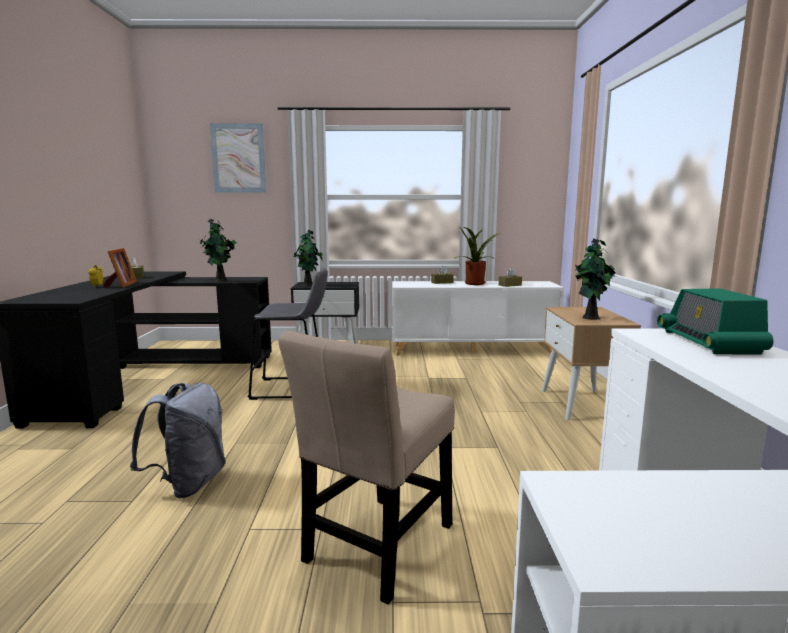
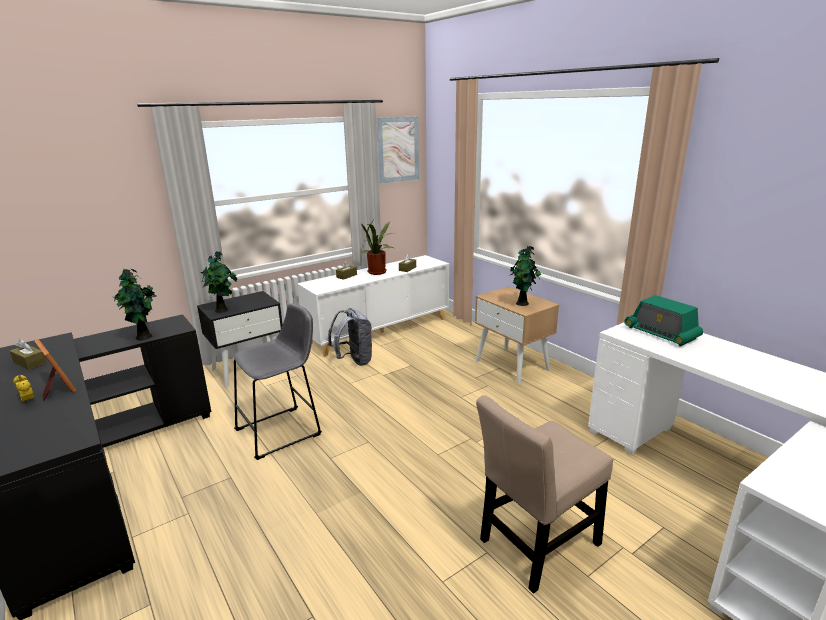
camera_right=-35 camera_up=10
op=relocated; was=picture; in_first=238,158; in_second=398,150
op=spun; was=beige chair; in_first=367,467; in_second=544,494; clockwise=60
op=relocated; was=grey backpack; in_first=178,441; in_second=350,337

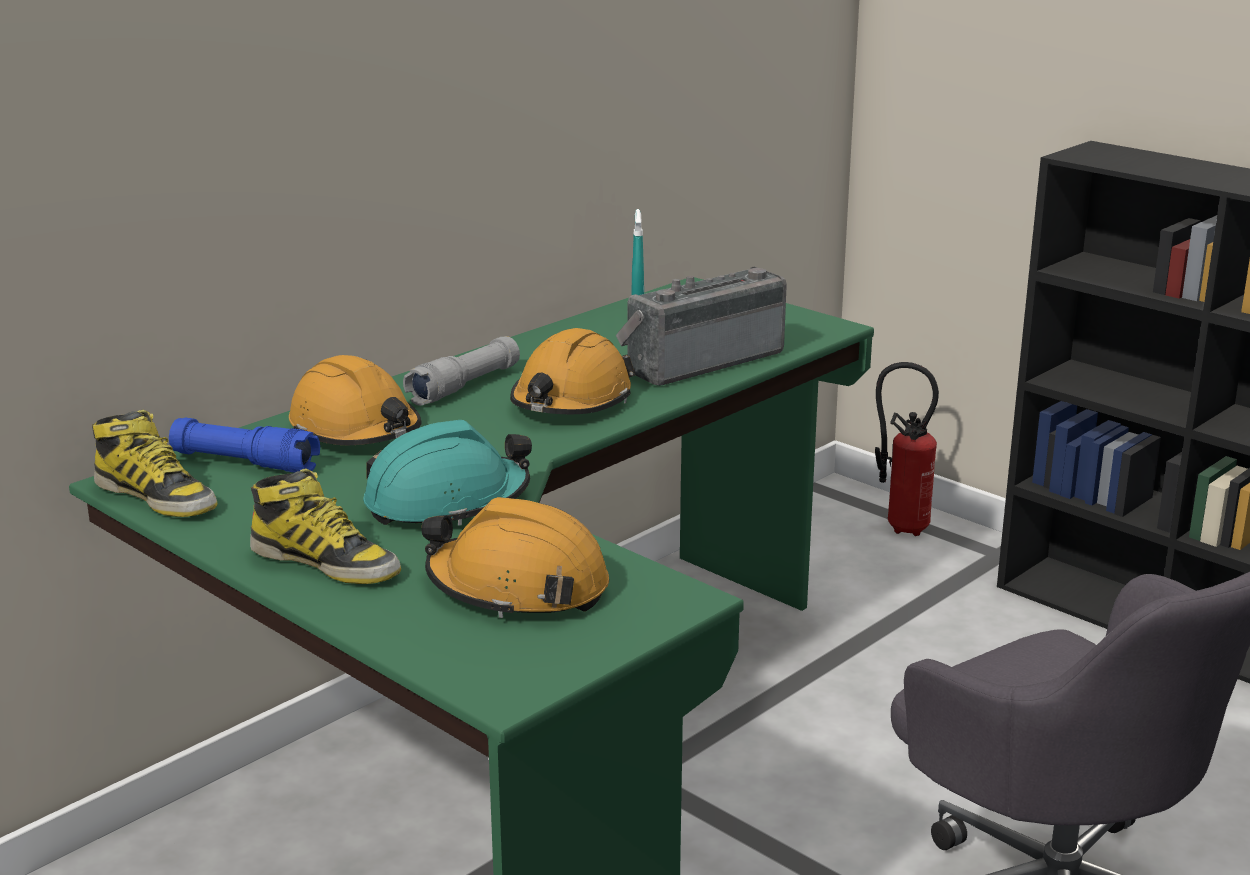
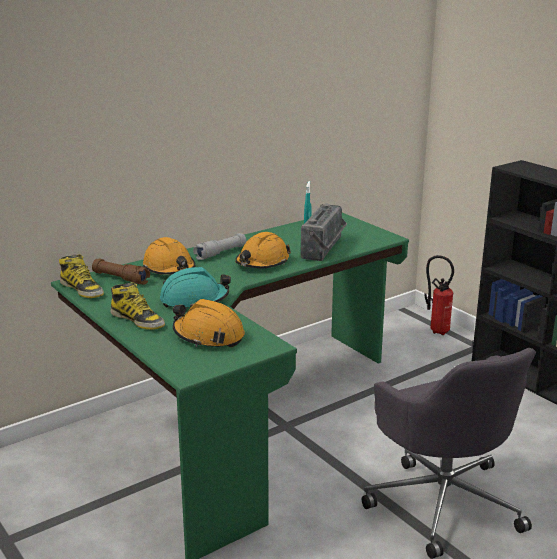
camera_right=10 camera_up=0
op=spun; was=radio; in_first=701,326; in_second=324,232; clockwise=135
op=colour; was=blue flashlight; now=brown flashlight; in_first=244,445; in_second=121,272

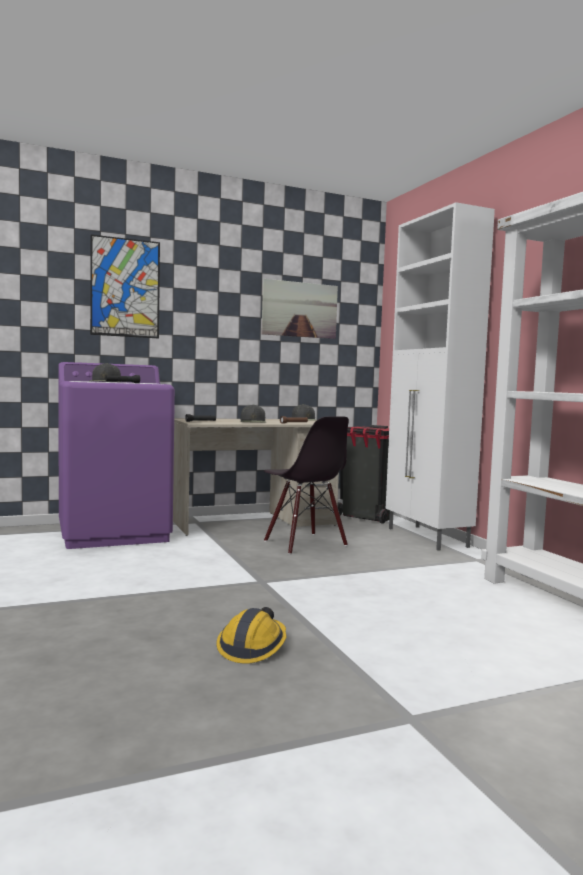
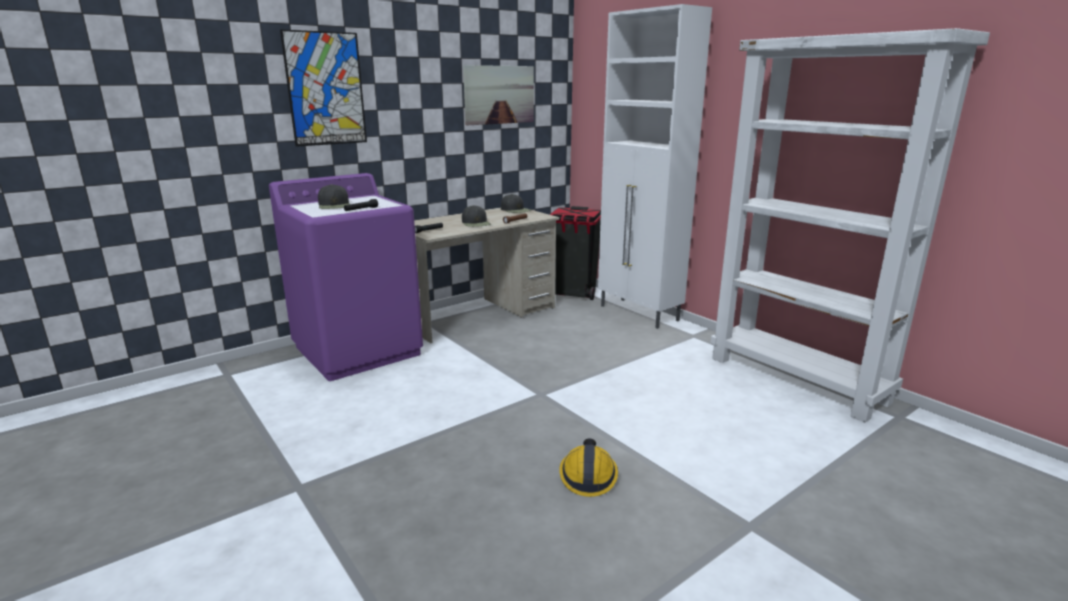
camera_right=-15 camera_up=15
op=missing; was=black chair; in_first=306,485

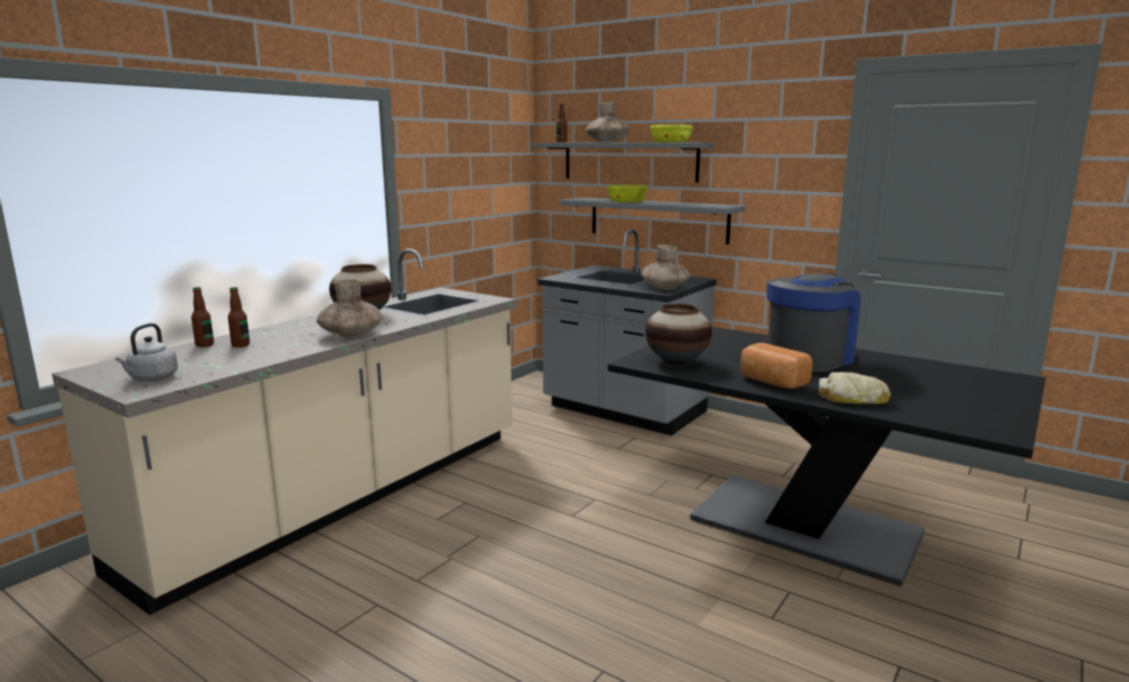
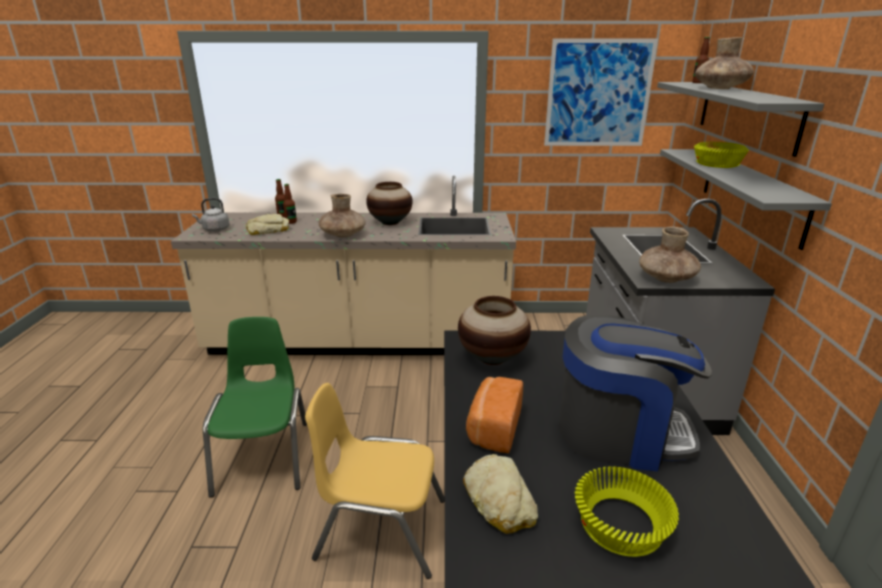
camera_right=55 camera_up=10
op=relocated; was=yellow bowl; in_first=672,133; in_second=627,511
op=appeared; now=picture; in_second=601,92
op=appeared; now=bread; in_second=267,224
op=appeared; now=green chair; in_second=255,407
op=appeared; now=yellow chair; in_second=375,481

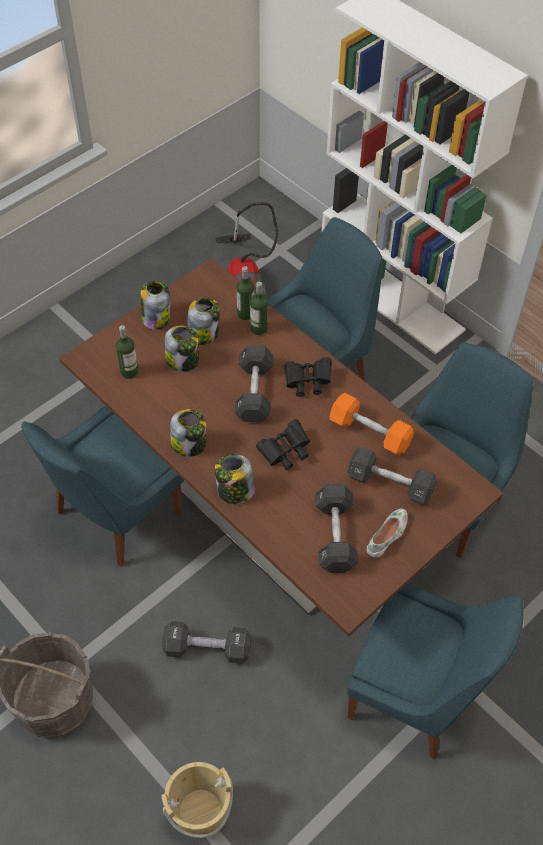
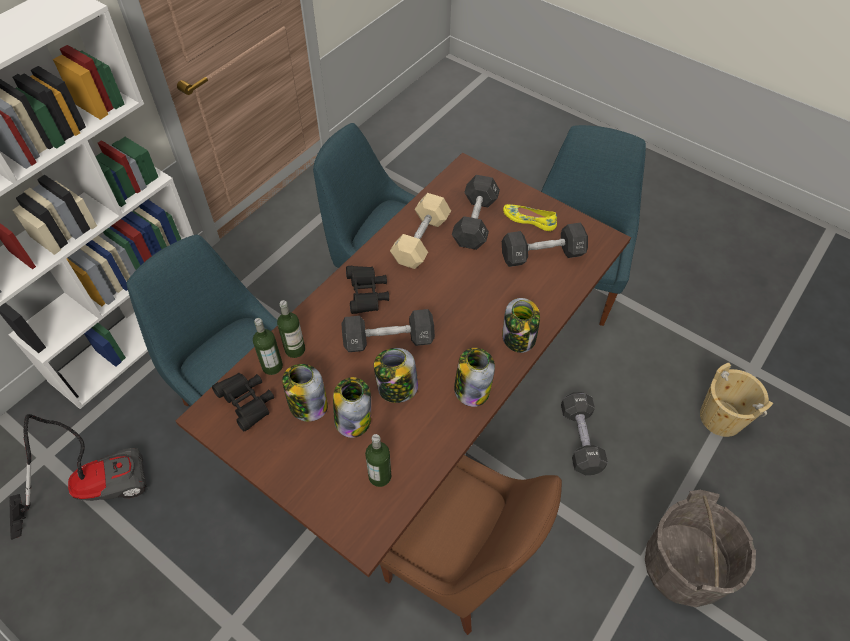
camera_right=-100 camera_up=0
op=relocated; was=jar; in_first=155,305; in_second=396,375
op=colour; was=orange dumbbell; now=beige dumbbell; in_first=372,424; in_second=420,231
op=colour; was=blue chair; now=brown chair; in_first=102,486; in_second=470,545
op=relocated; was=black binoculars; in_first=283,444; in_second=243,402
op=colour; was=white shoe; now=yellow shoe; in_first=387,533; in_second=530,217

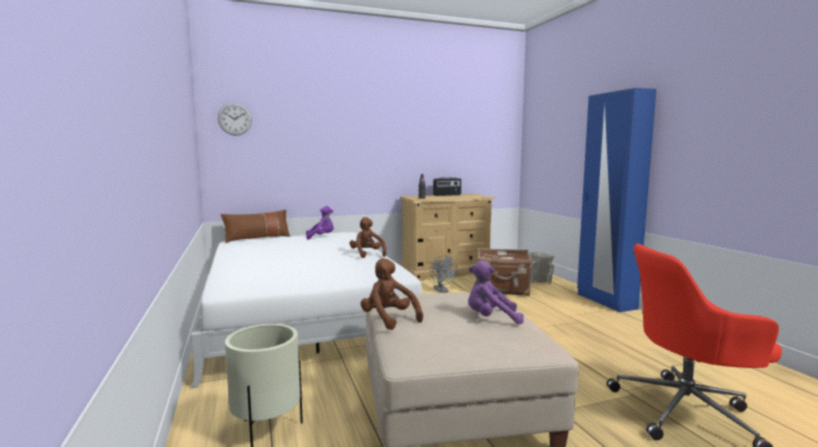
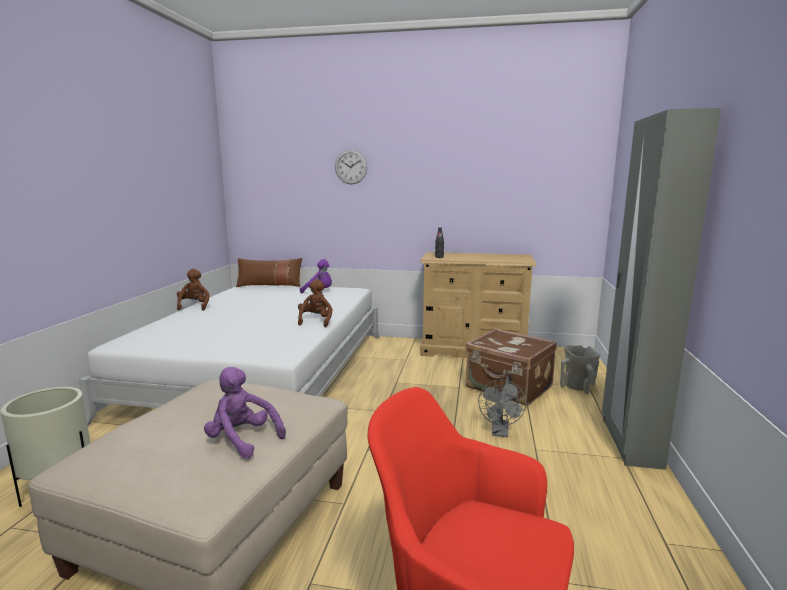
camera_right=30 camera_up=5
op=colour; was=blue wardrobe; now=grey wardrobe; in_first=616,200; in_second=661,289
op=relocated; was=wall clock; in_first=235,119; in_second=351,167
op=missing; was=radio; in_first=447,186
op=relocated; was=grey fan; in_first=443,274; in_second=502,408
op=relocated; was=brown plush toy; in_first=392,294; in_second=193,290

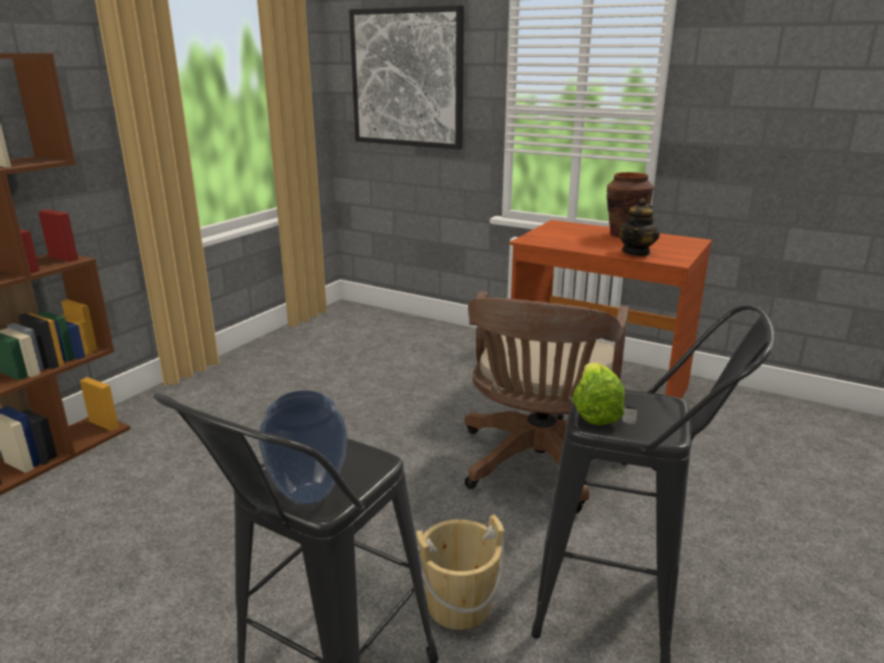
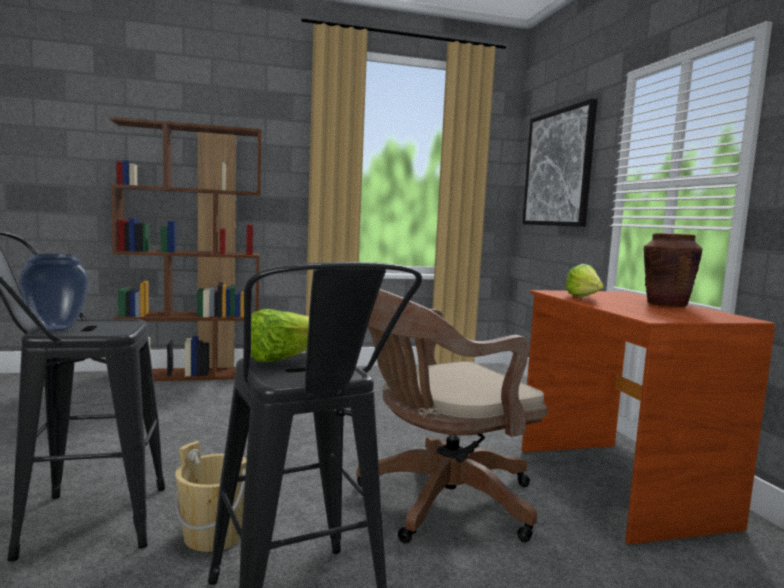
camera_right=45 camera_up=-15
op=missing; was=teapot; in_first=639,227
op=appeared; now=lettuce; in_second=584,280

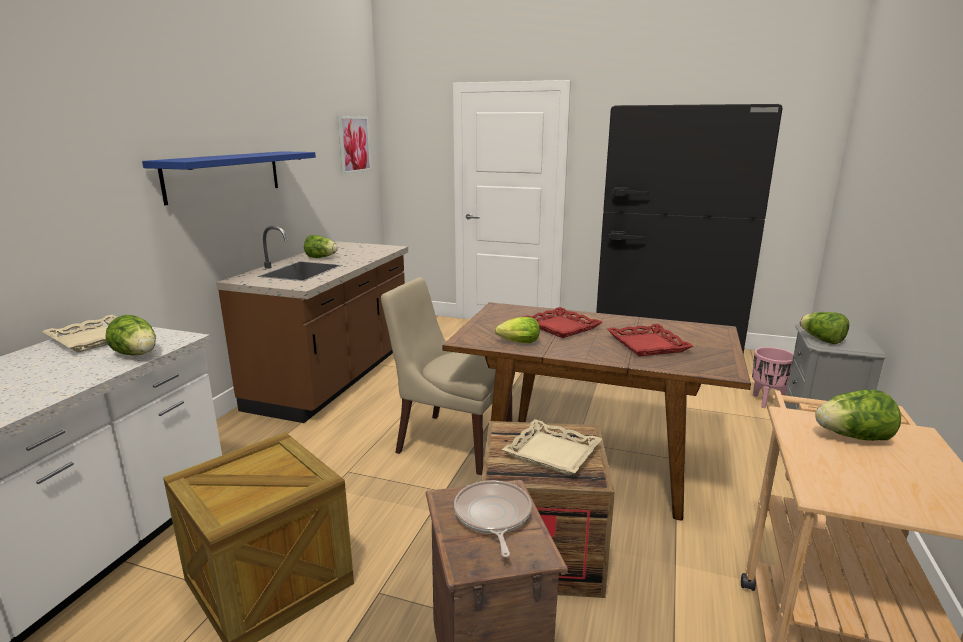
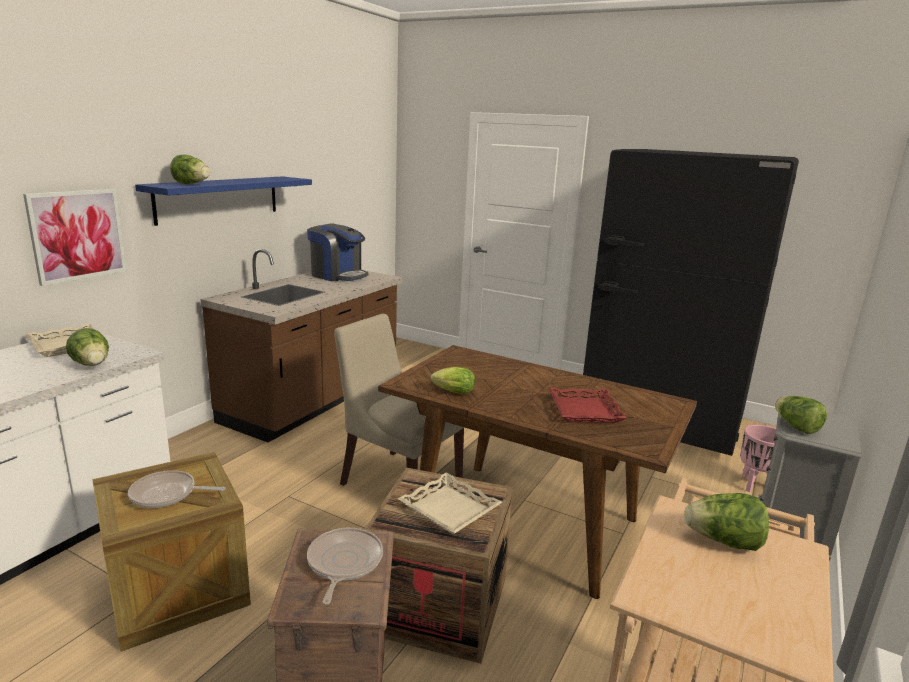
camera_right=10 camera_up=0
op=relocated; was=picture; in_first=354,145; in_second=74,237
op=relocated; was=lettuce; in_first=321,246; in_second=190,169
op=missing; was=red tray; in_first=562,322
op=appeared; now=coffee machine; in_second=338,252
op=appeared; now=frying pan; in_second=177,489

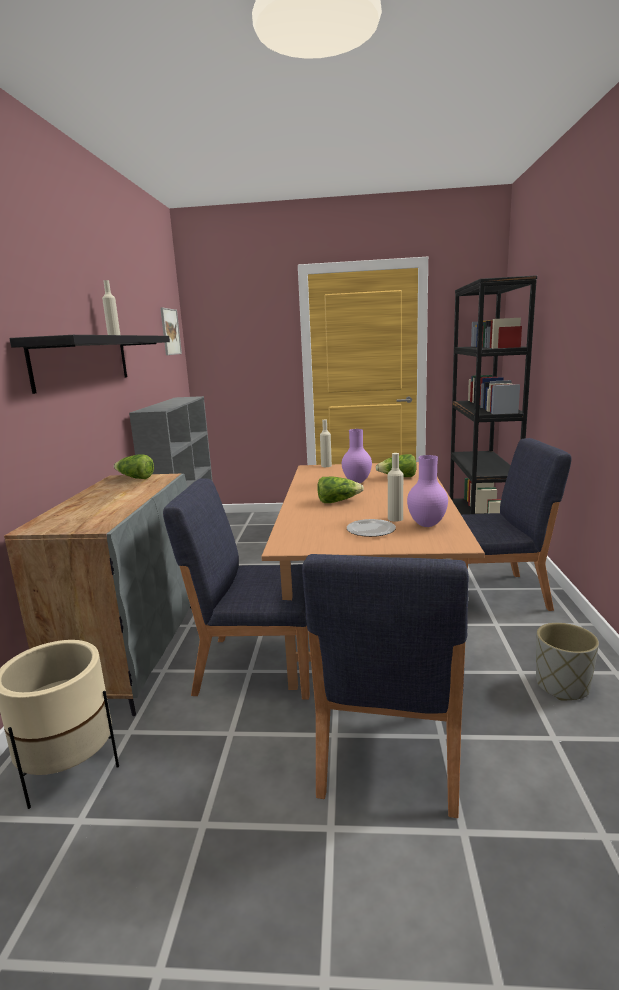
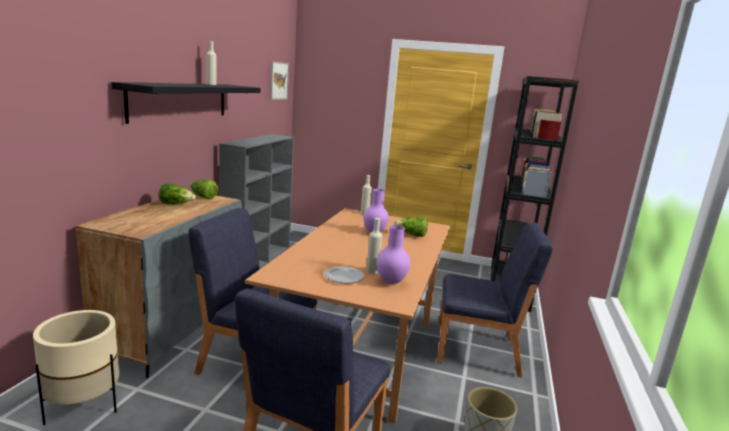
camera_right=10 camera_up=0
op=relocated; was=lettuce; in_first=340,489; in_second=177,193

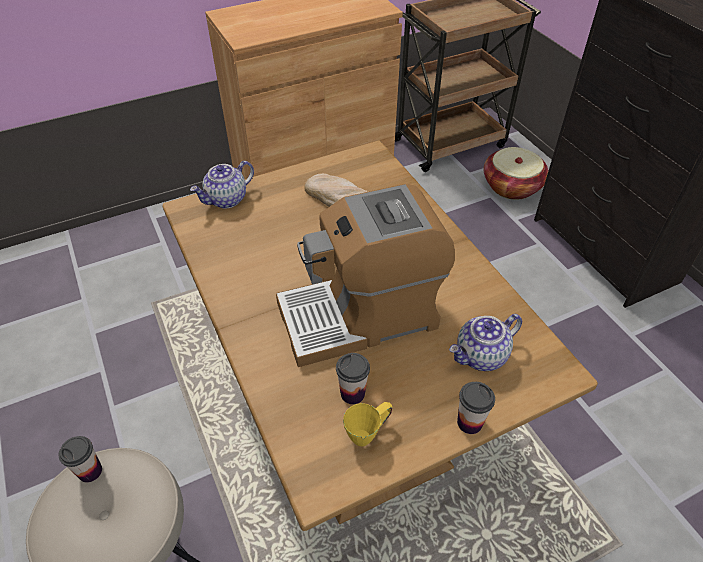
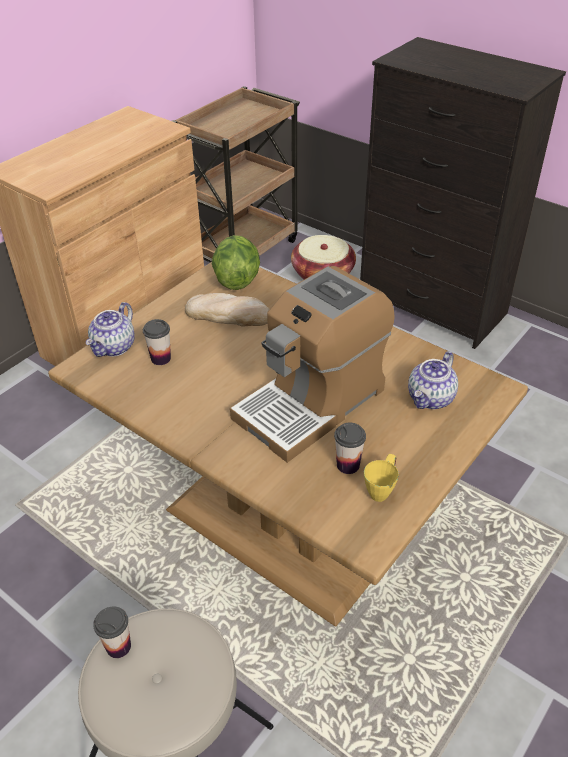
camera_right=-25 camera_up=-5
op=relocated; was=cup; in_first=476,408; in_second=157,342
op=appeared; now=lettuce; in_second=236,262

